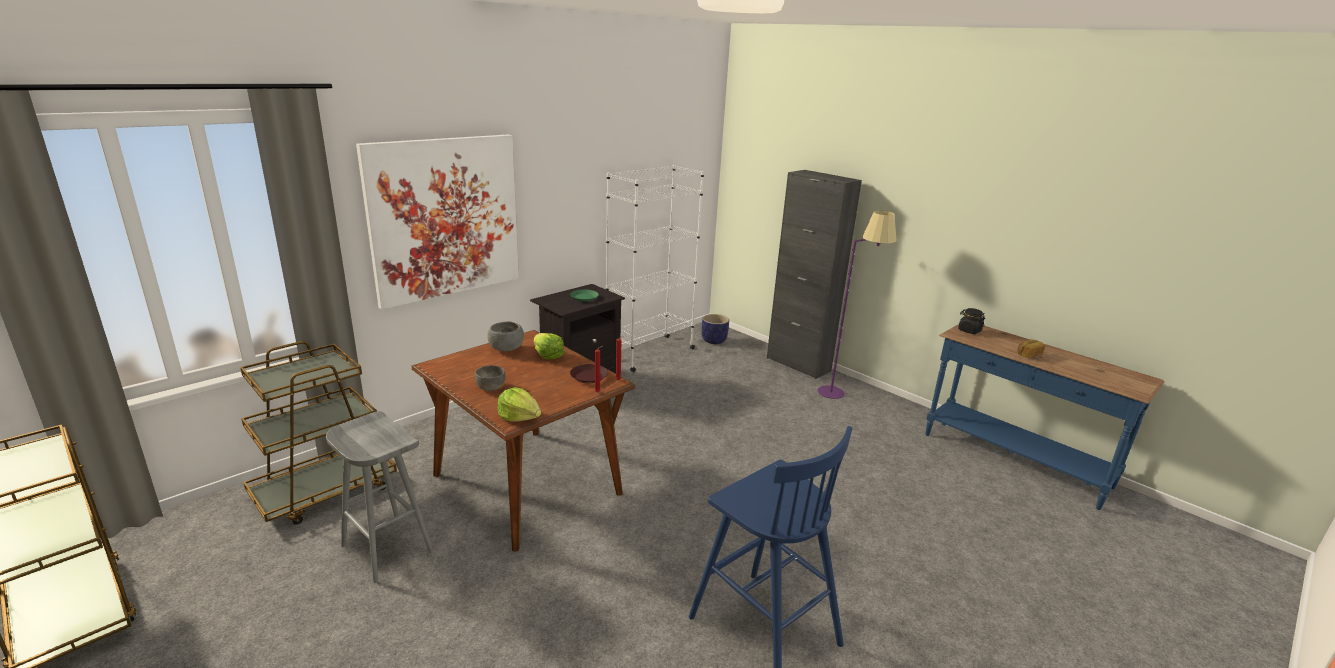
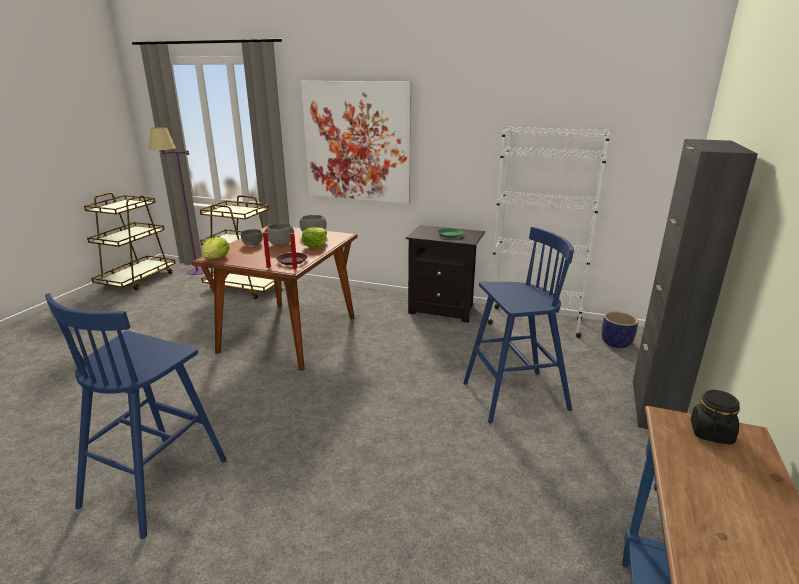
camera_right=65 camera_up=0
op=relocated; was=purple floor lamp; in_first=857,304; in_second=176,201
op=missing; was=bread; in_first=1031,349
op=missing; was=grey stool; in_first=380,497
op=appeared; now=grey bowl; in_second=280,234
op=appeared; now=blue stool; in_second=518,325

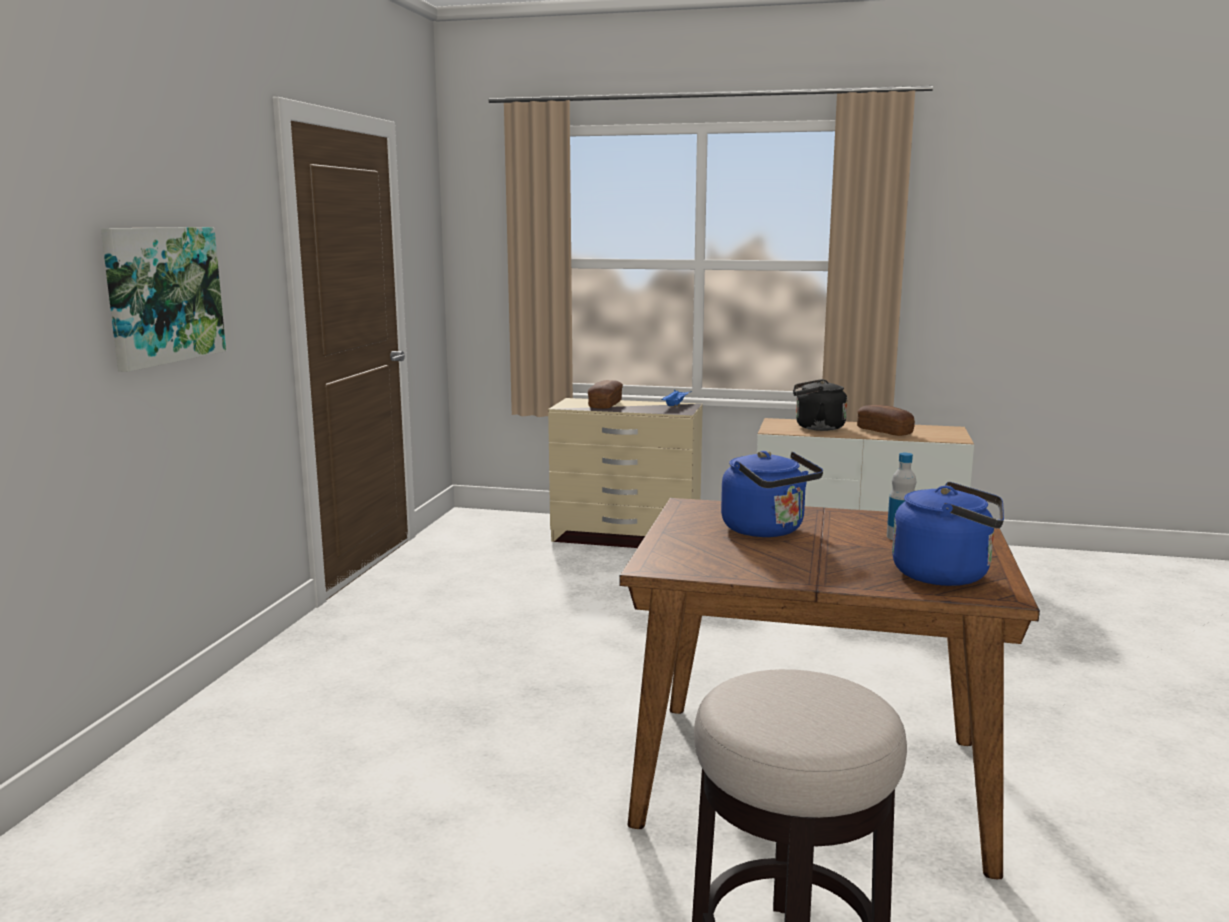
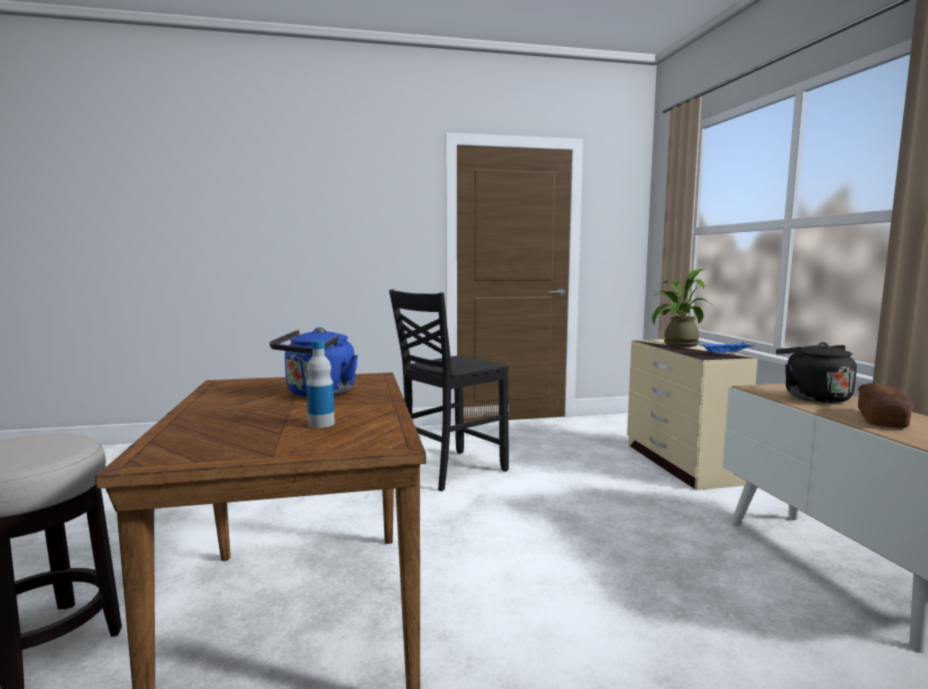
camera_right=65 camera_up=-5
op=missing; was=picture; in_first=163,299
op=exchanged; was=bread; now=potted plant; in_first=605,394; in_second=683,308
op=missing; was=blue kettle; in_first=948,534
op=appeared; now=black chair; in_second=449,390

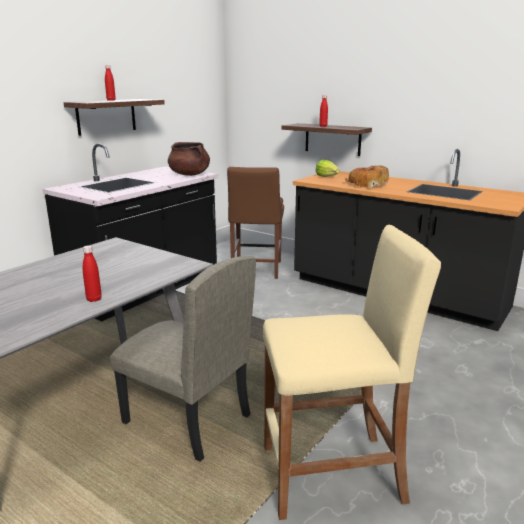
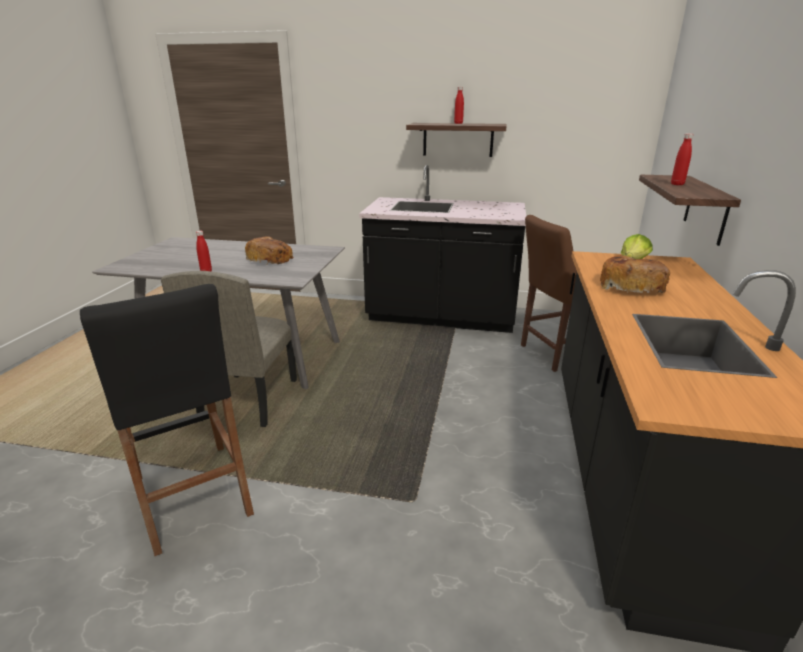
camera_right=65 camera_up=5
op=missing; was=brown cooking pot; in_first=189,159
op=colour; was=beige stool; now=black stool; in_first=352,372; in_second=167,420
op=appeared; now=bread; in_second=269,250

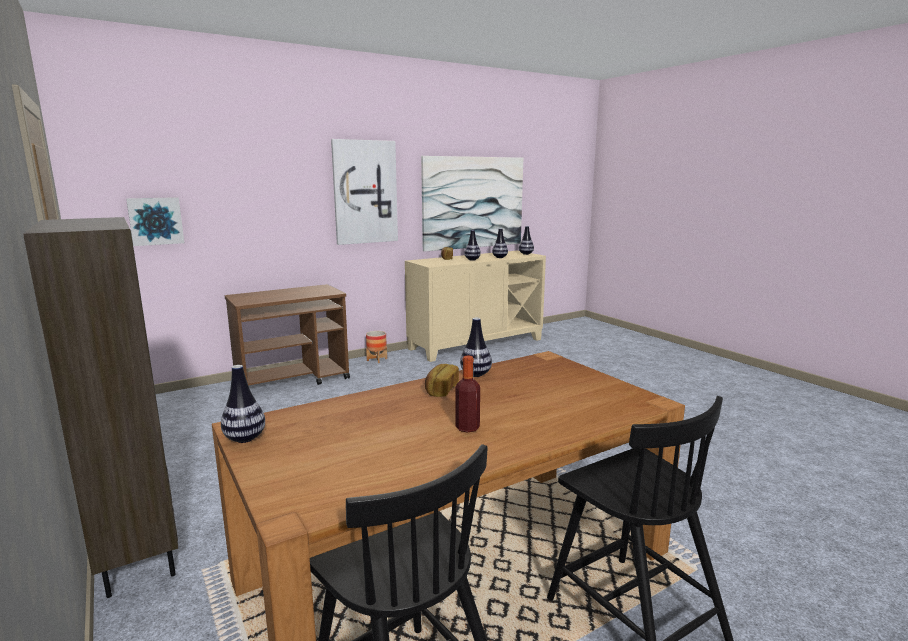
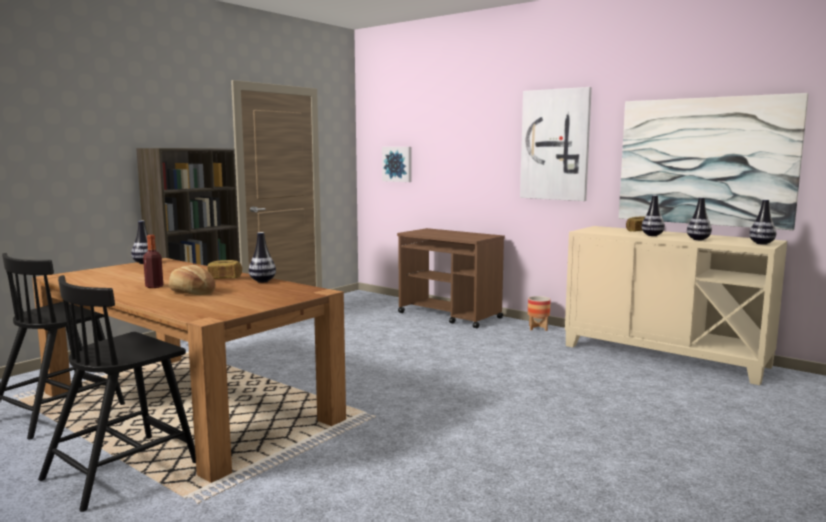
camera_right=70 camera_up=-5
op=appeared; now=bread; in_second=192,280

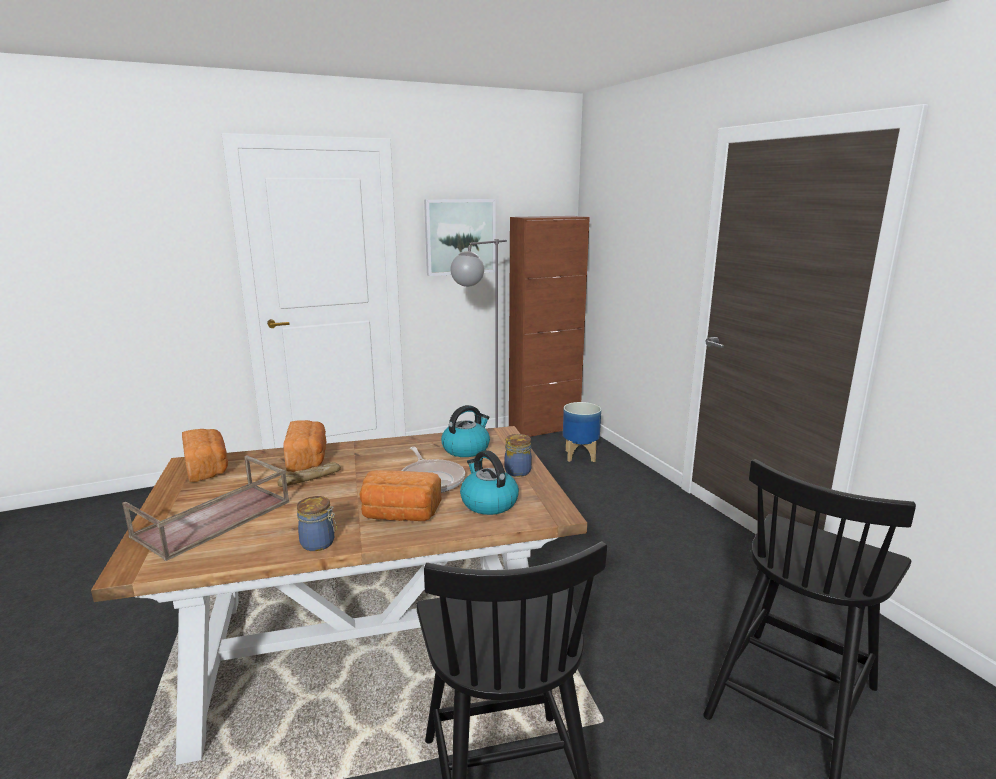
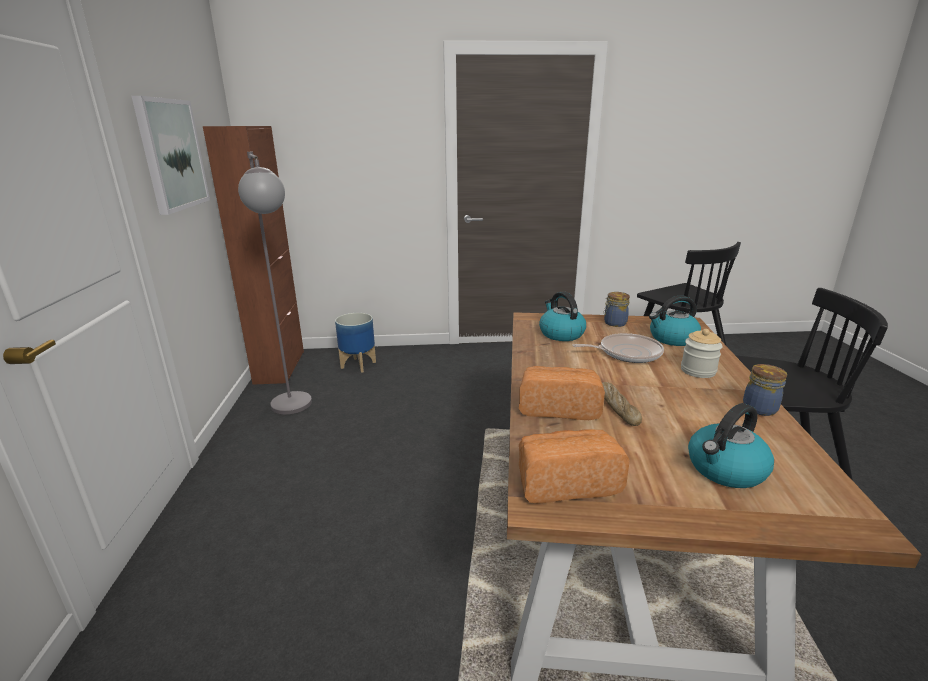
camera_right=-70 camera_up=5
op=exchanged; was=brown tray; now=kettle; in_first=206,508; in_second=731,445
op=exchanged; was=bread; now=jar; in_first=400,495; in_second=702,353

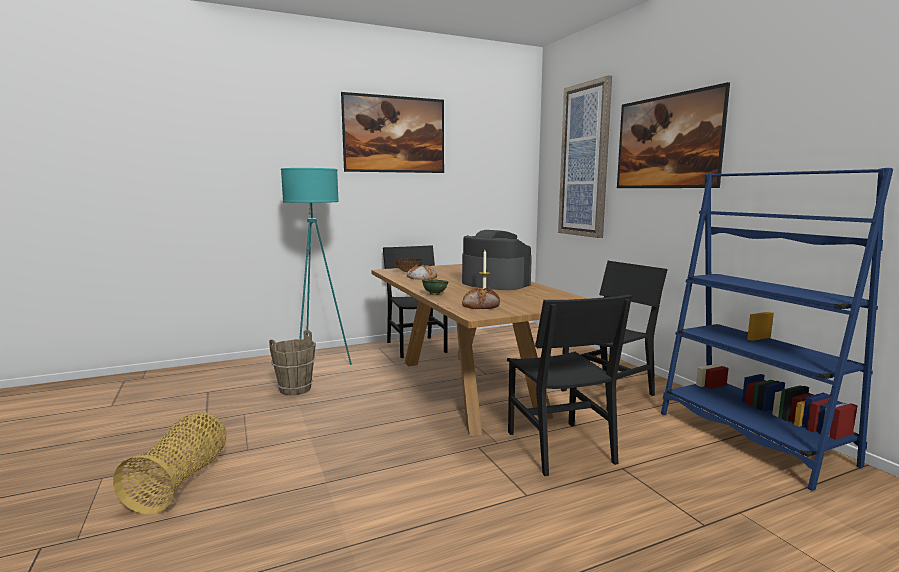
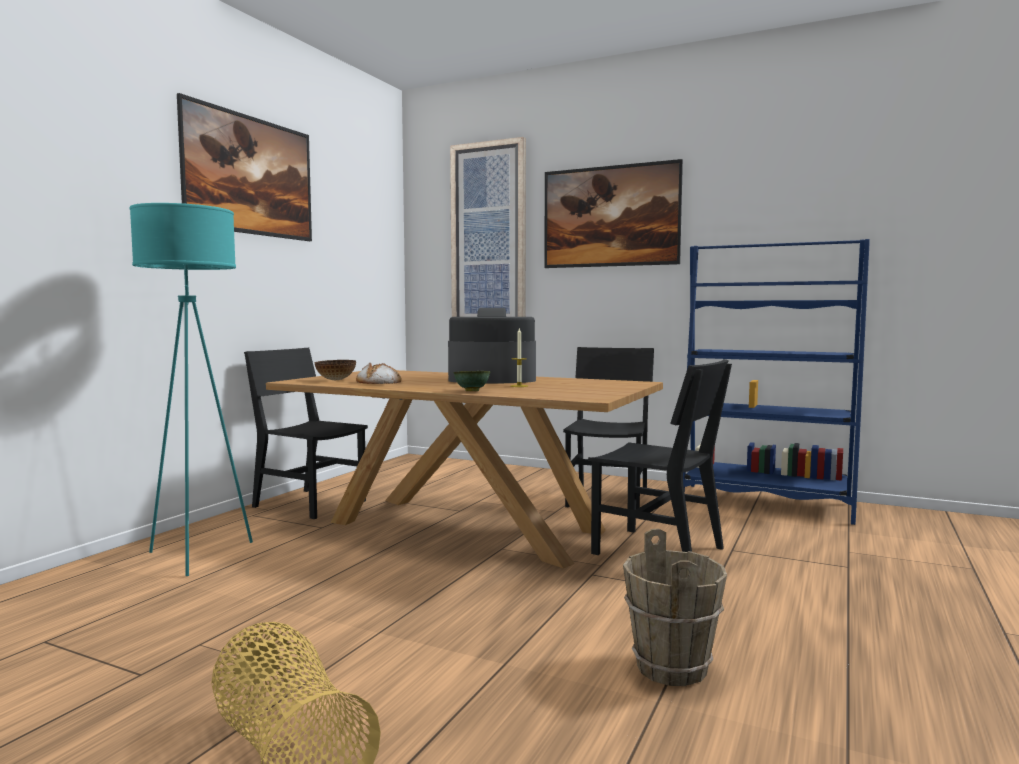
camera_right=-40 camera_up=-5
op=missing; was=bread; in_first=481,298
op=relocated; was=brown bucket; in_first=292,363; in_second=675,607

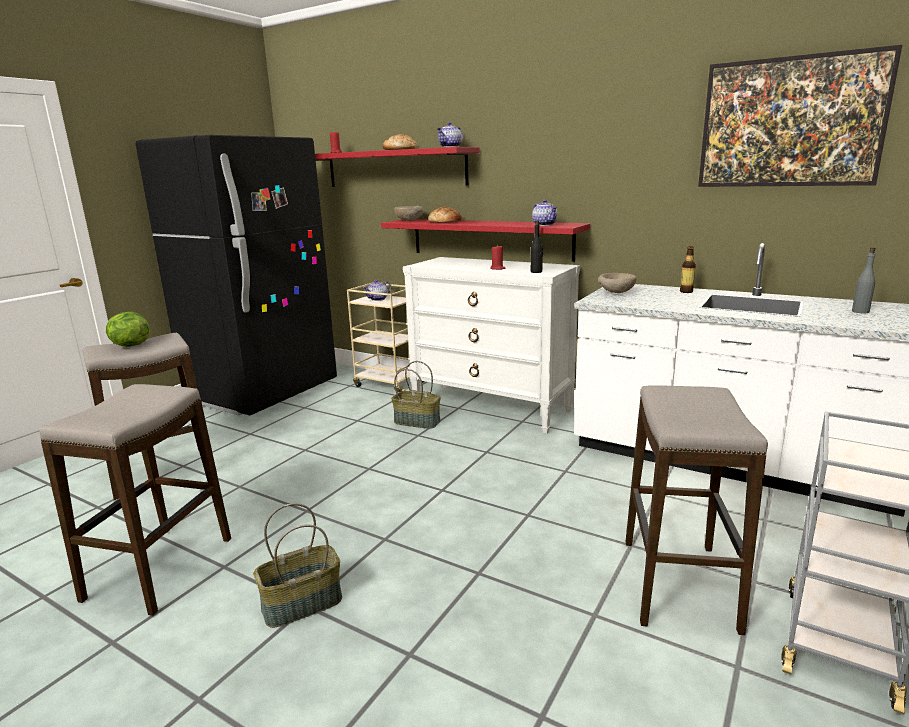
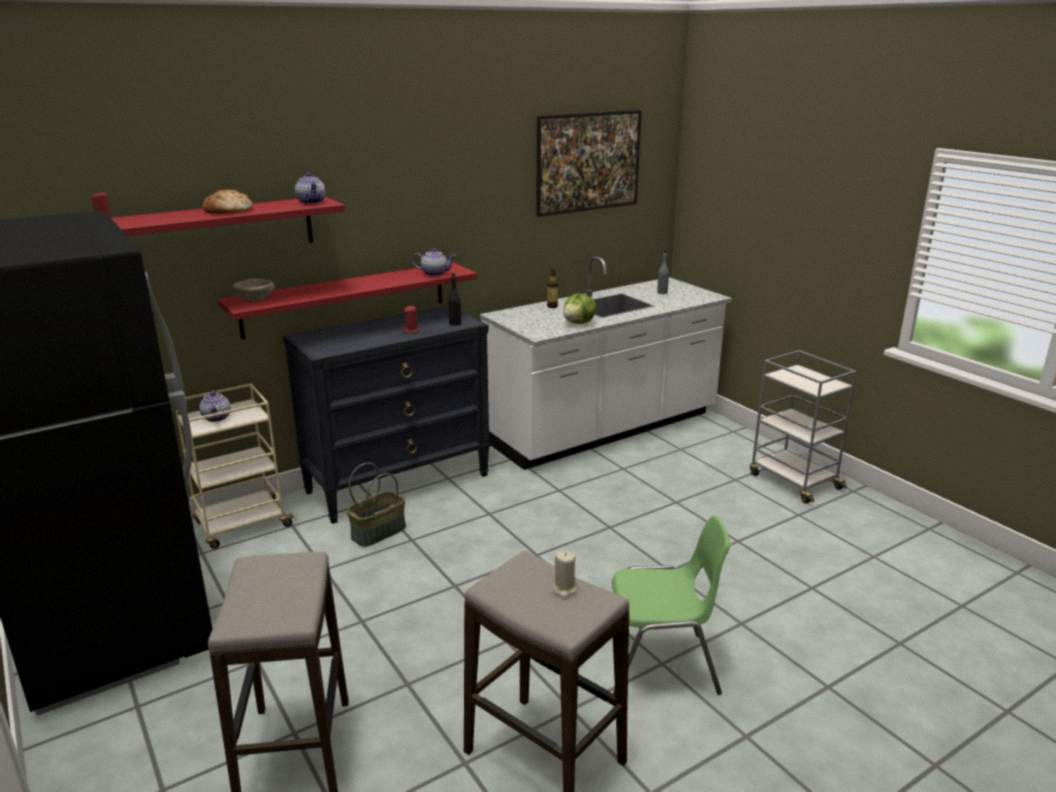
camera_right=-65 camera_up=5
op=missing; was=bread; in_first=445,215
op=colour; was=white dresser; now=black dresser; in_first=491,345; in_second=386,415
op=missing; was=beige bowl; in_first=617,283
op=relocated; was=lettuce; in_first=127,329; in_second=579,309
op=missing; was=stool; in_first=697,510
op=exchanged; was=basket; now=green chair; in_first=297,565; in_second=671,605
op=appeared; now=beige candle; in_second=565,574

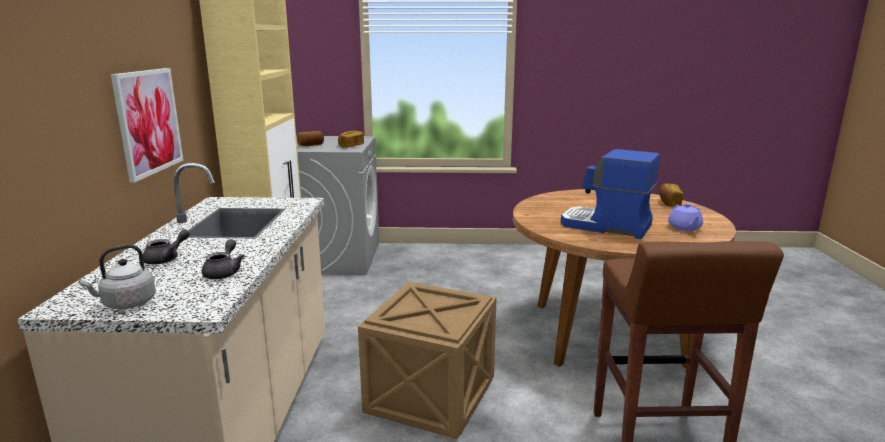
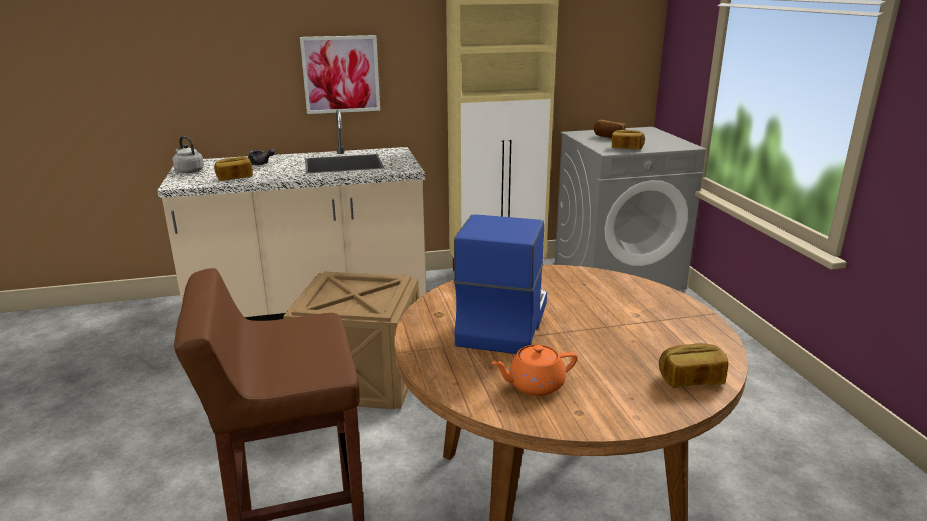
camera_right=75 camera_up=5
op=colour; was=purple teapot; now=orange teapot; in_first=685,217; in_second=534,370
op=exchanged; was=grey teapot; now=bread; in_first=223,259; in_second=233,169

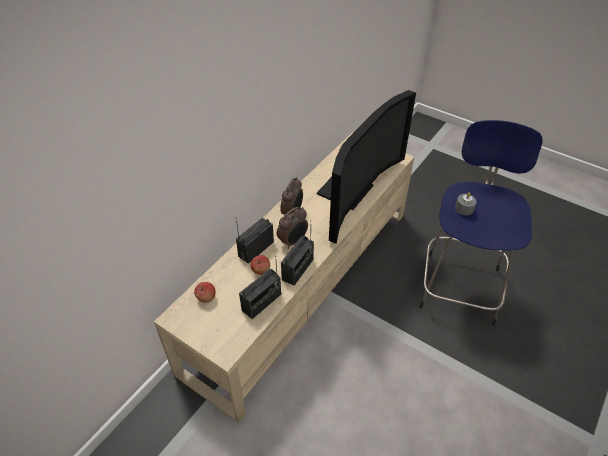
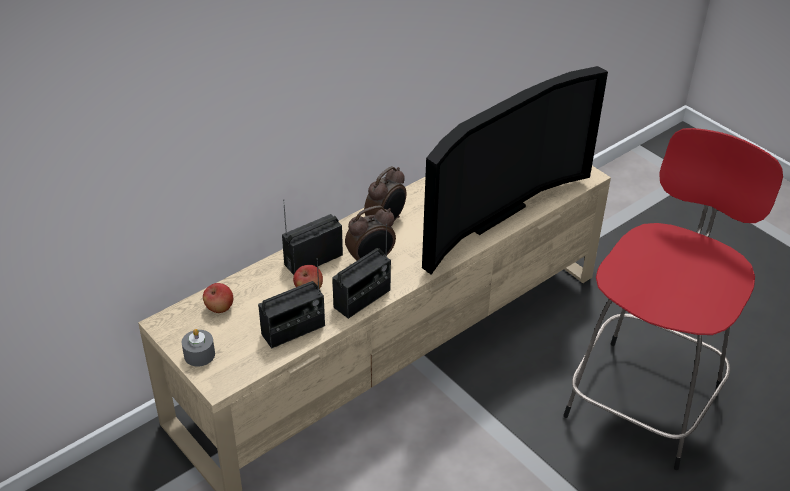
camera_right=15 camera_up=-5
op=colour; was=blue stool; now=red stool; in_first=481,223; in_second=673,299
op=relocated; was=grey candle; in_first=466,204; in_second=198,347

